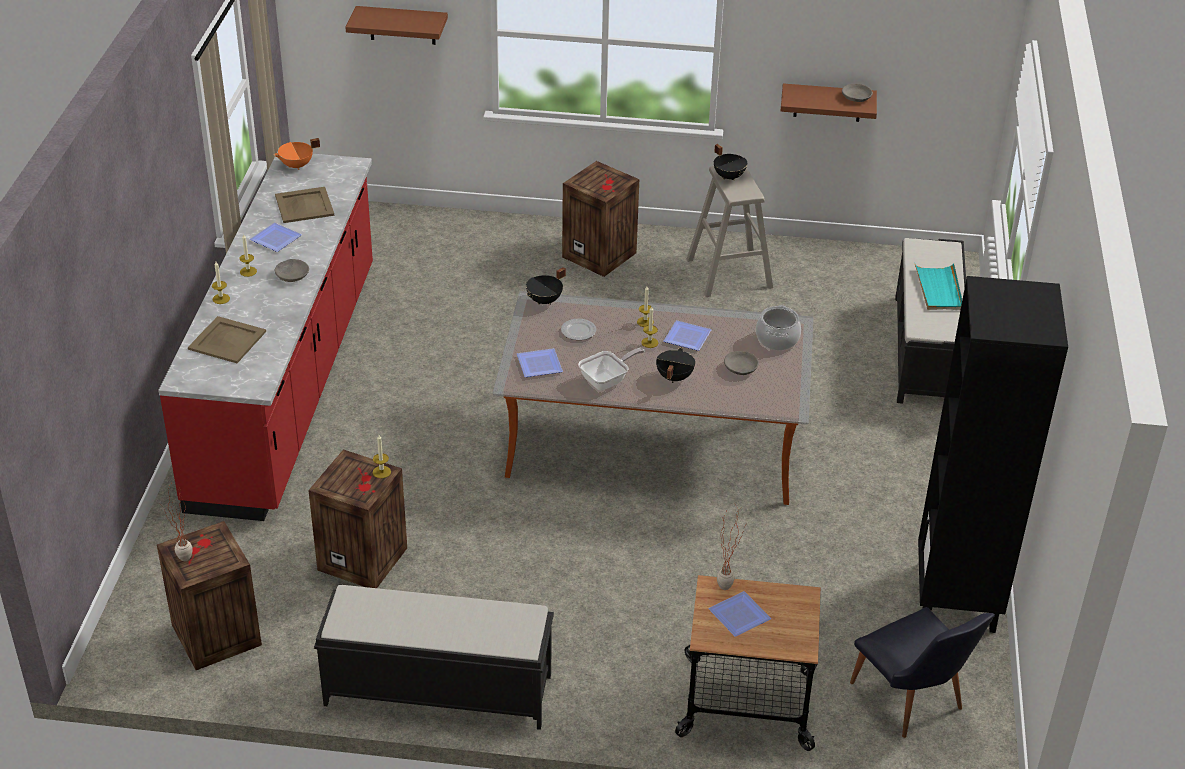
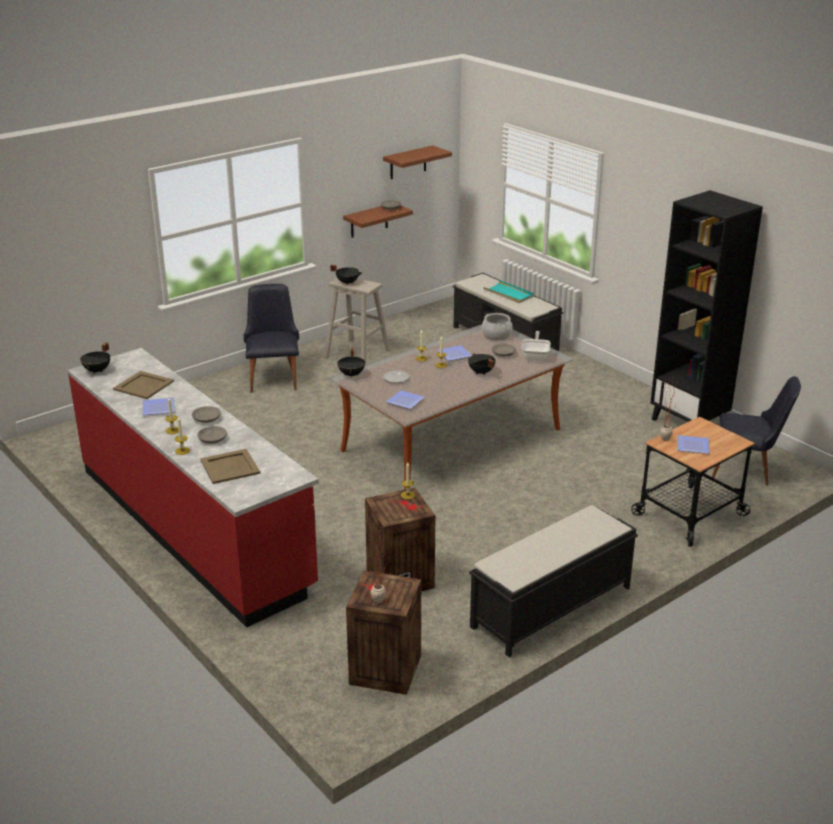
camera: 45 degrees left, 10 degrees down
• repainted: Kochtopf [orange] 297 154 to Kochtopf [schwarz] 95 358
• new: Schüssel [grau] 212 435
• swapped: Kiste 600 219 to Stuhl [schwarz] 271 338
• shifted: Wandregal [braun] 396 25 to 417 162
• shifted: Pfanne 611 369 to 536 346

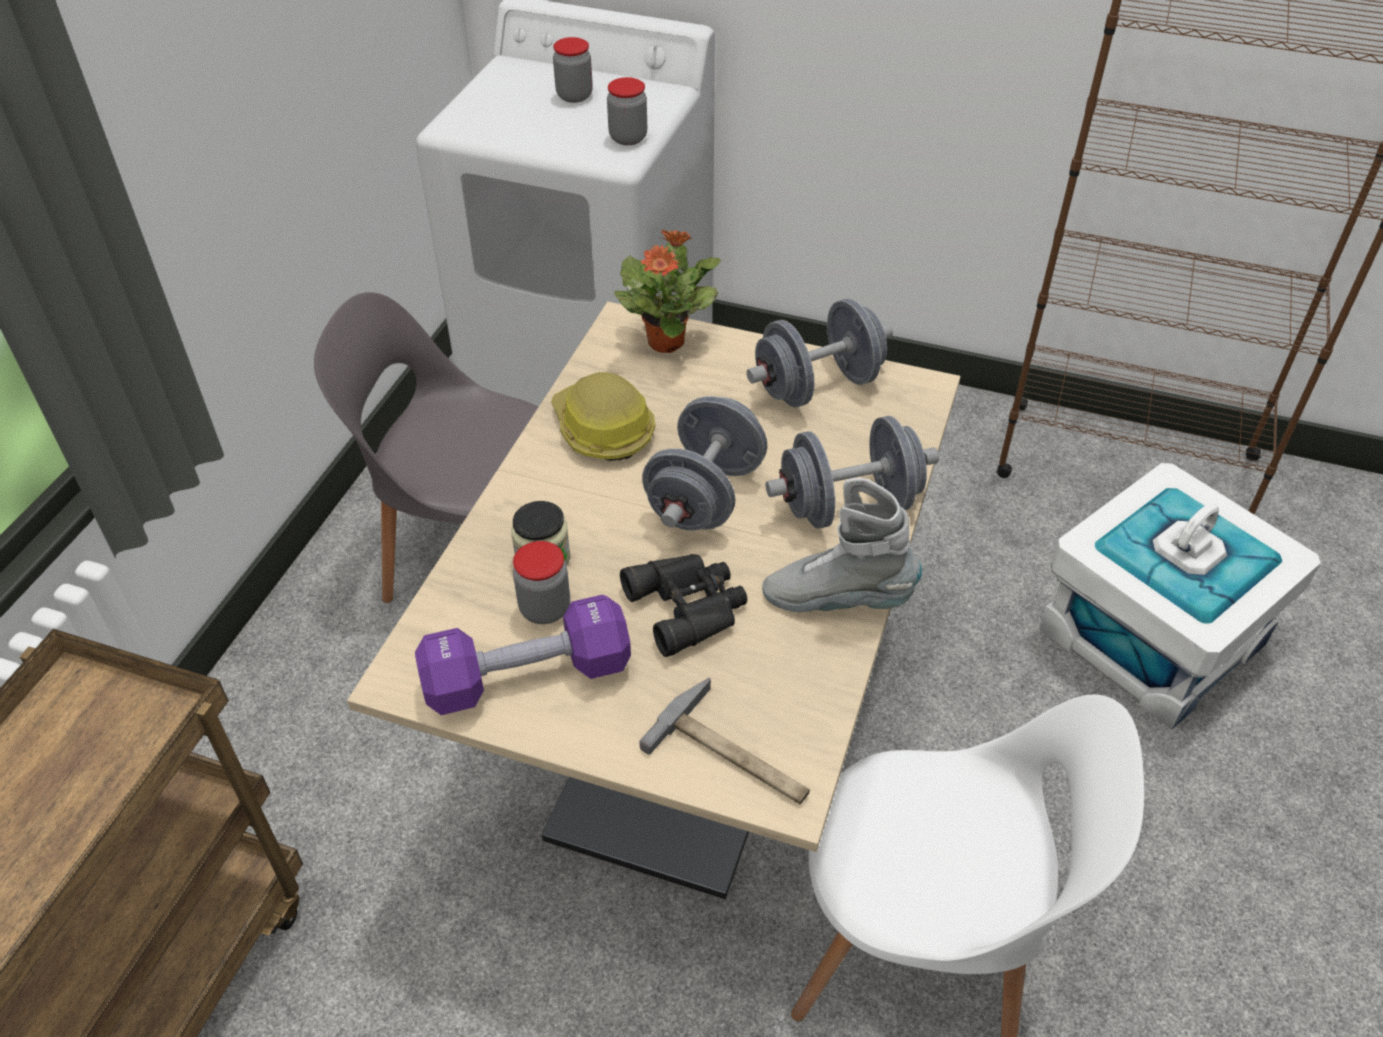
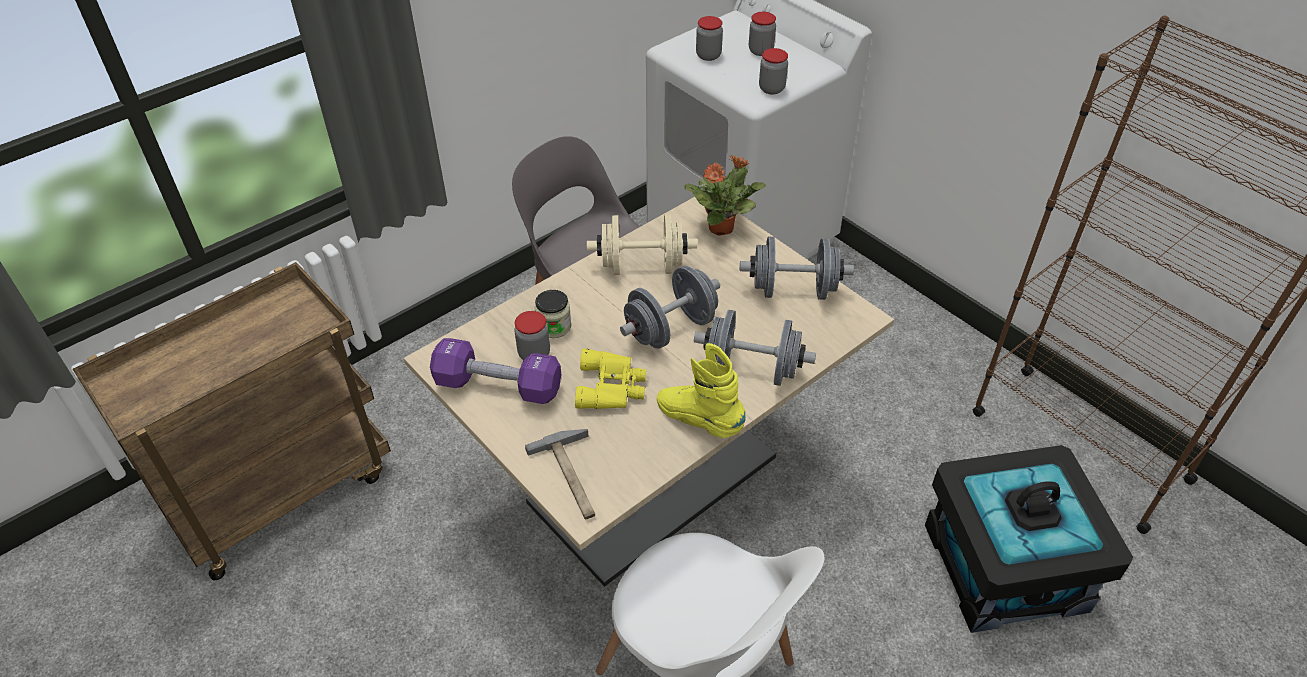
camera: 30 degrees right, 0 degrees up
• repainted: Fernglas [schwarz] 683 605 to Fernglas [gelb] 610 378
• swapped: Schutzhelm 603 416 to Hantel [beige] 642 244
• repainted: Stiefel [grau] 842 545 to Stiefel [gelb] 701 390
• new: Vorratsglas 709 38
• repainted: Aufbewahrungsbox [weiß] 1180 596 to Aufbewahrungsbox [schwarz] 1029 539

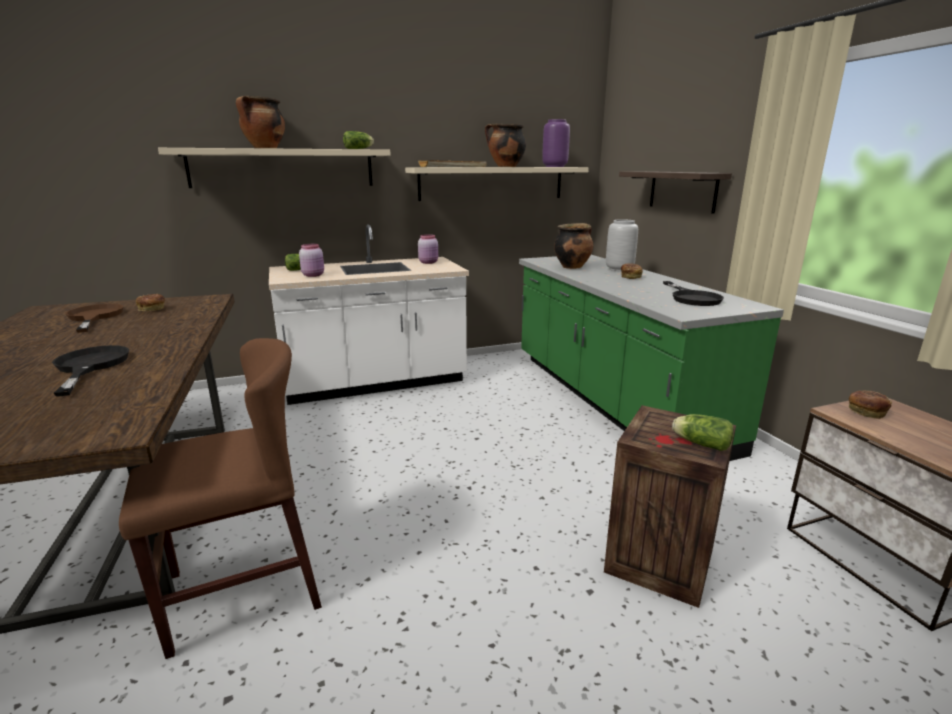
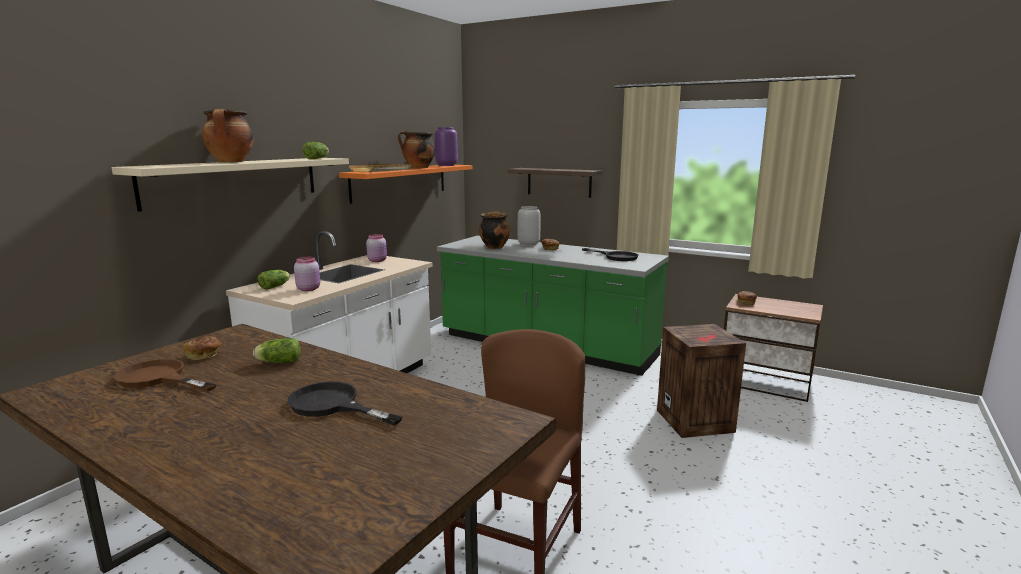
camera: 40 degrees left, 5 degrees down
• shifted: Salatkopf 703 432 to 277 350
• repainted: Wandregal [beige] 497 184 to Wandregal [orange] 405 184

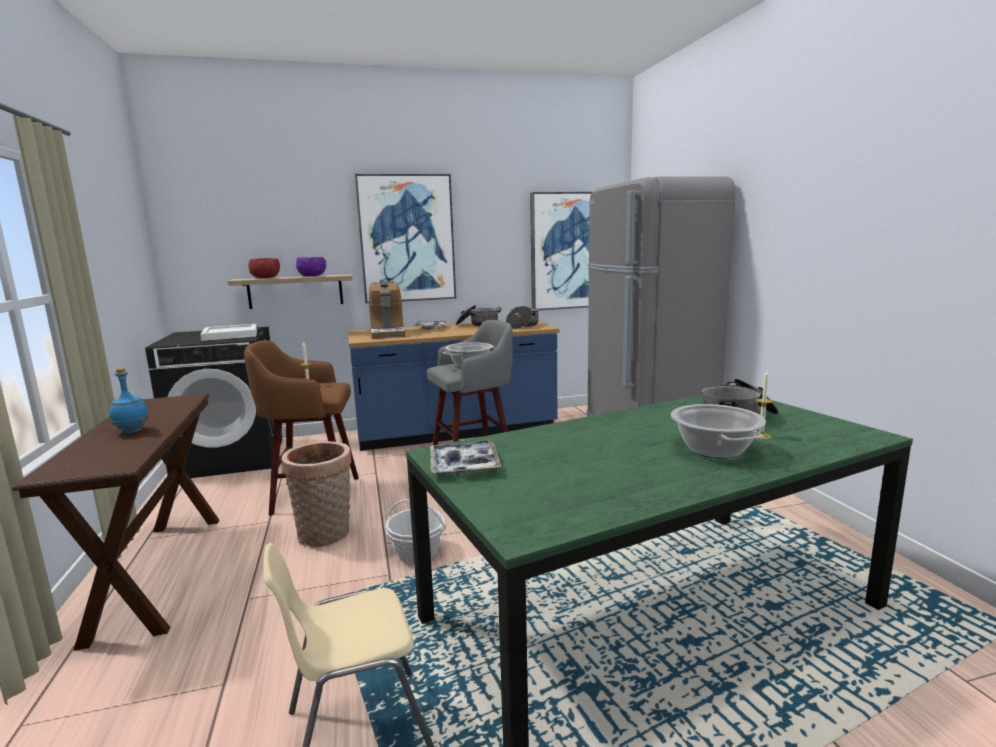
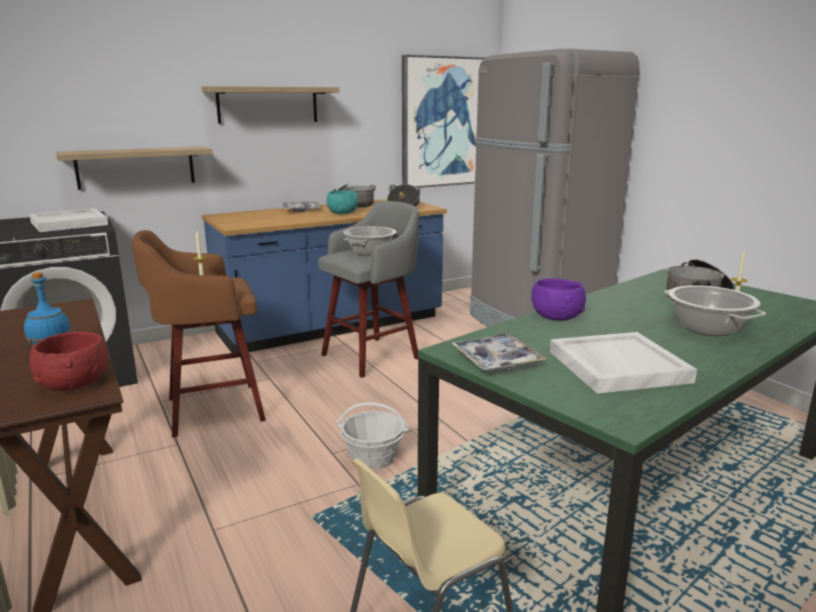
camera: 15 degrees left, 5 degrees up
• shifted: Schüssel [rot] 264 268 to 68 361
• swapped: Bild 405 238 to Wandregal 270 105
• new: Schüssel [türkis] 342 202
• shifted: Schüssel [lila] 311 266 to 558 299
• new: Tablett [weiß] 623 363
• gone: Korb 317 494
• gone: Kaffeemaschine 387 310

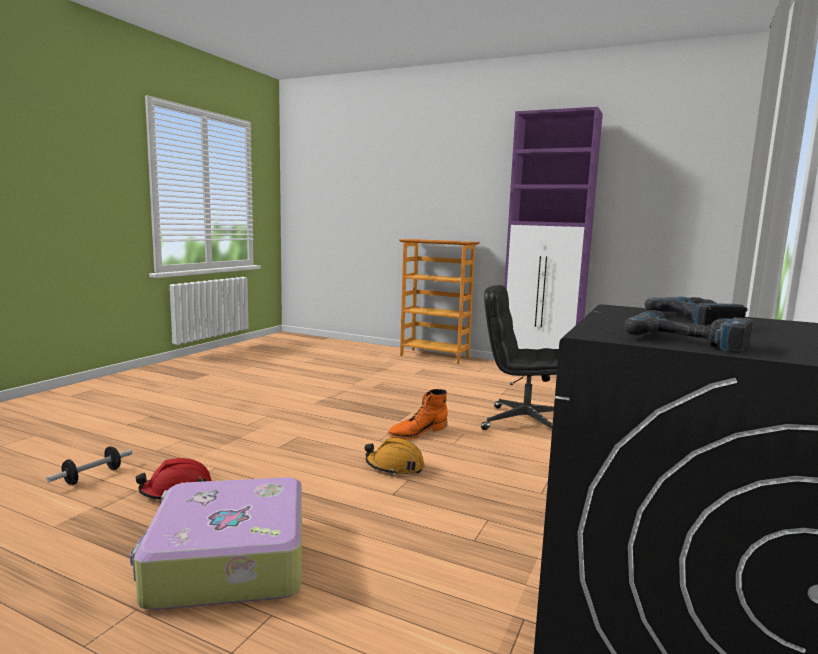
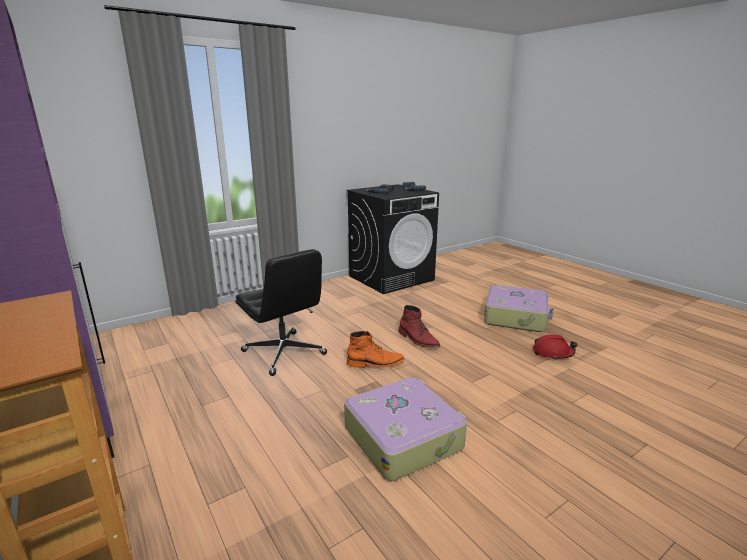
camera: 150 degrees left, 10 degrees up
• new: Koffer 405 429
• swapped: Schutzhelm [orange] 395 456 to Stiefel [rot] 419 326
• gone: Hantel 89 465

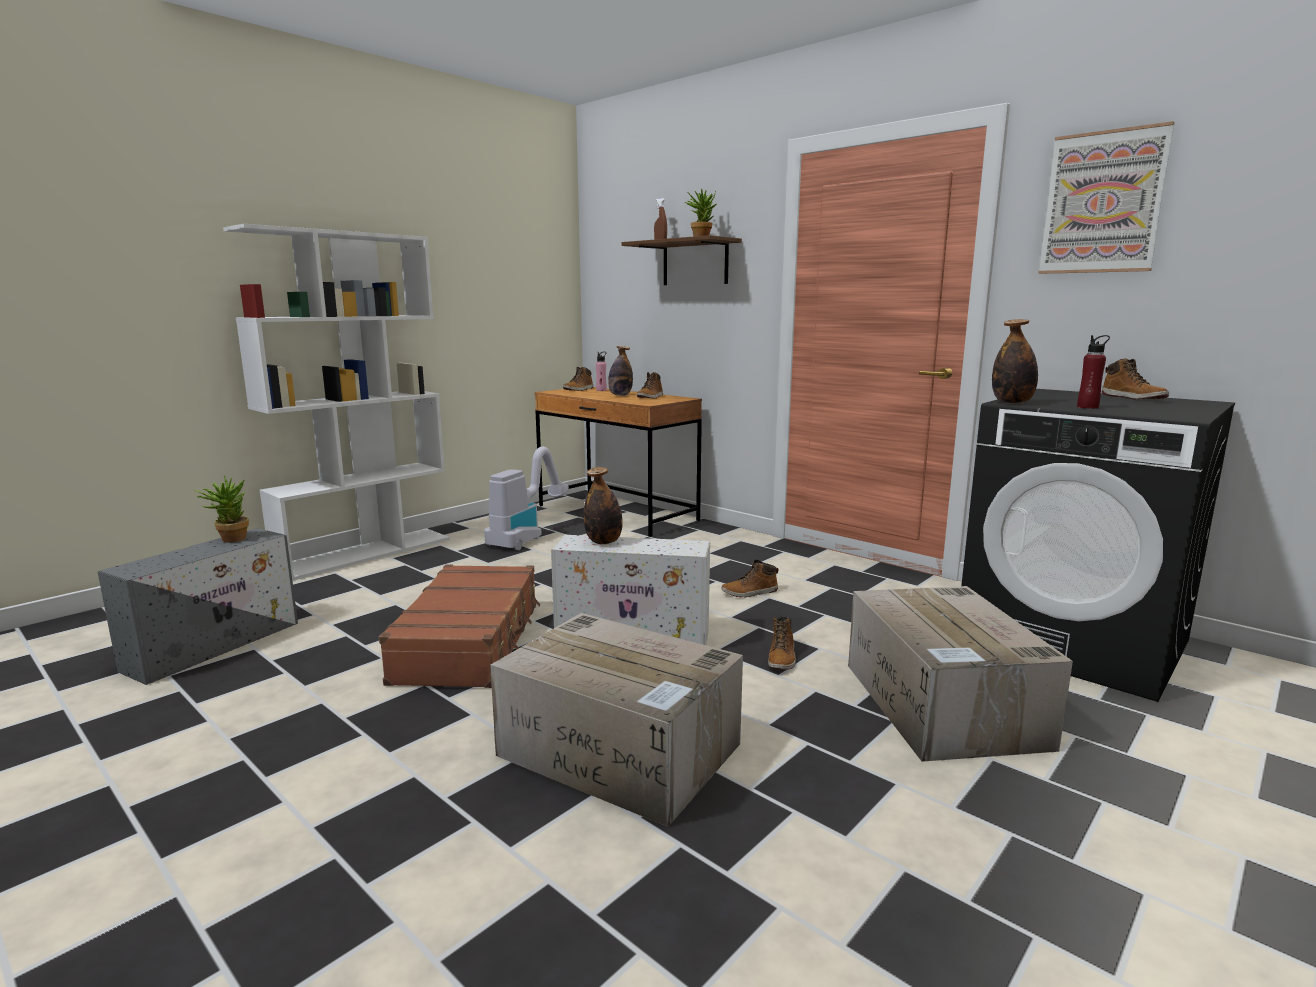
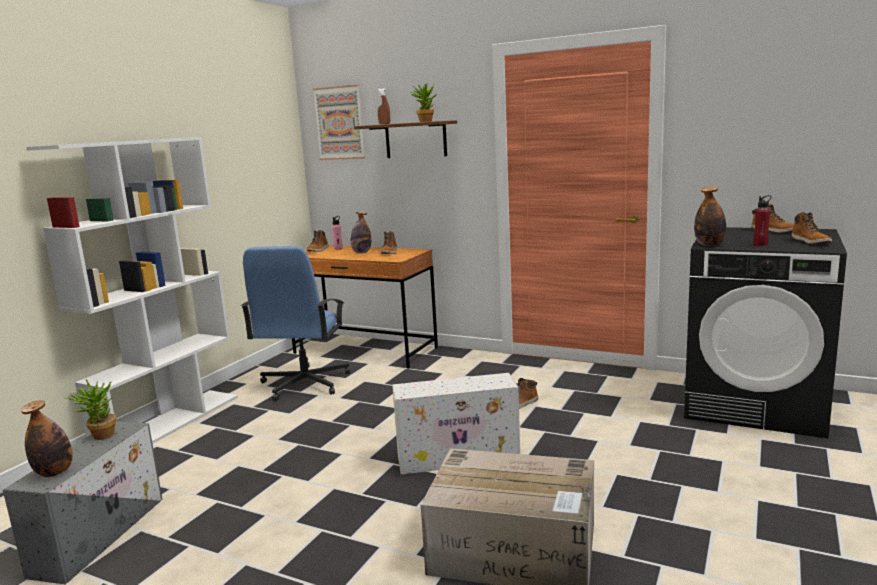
camera: 15 degrees left, 0 degrees up
• shifted: Flasche 603 505 to 47 438
• swapped: Staubsauger 526 498 to Bürostuhl [blau] 296 323
• shifted: Bild 1106 197 to 339 122
• shifted: Stiefel 782 643 to 812 228
• gone: Koffer [braun] 460 626
• gone: Karton 960 674

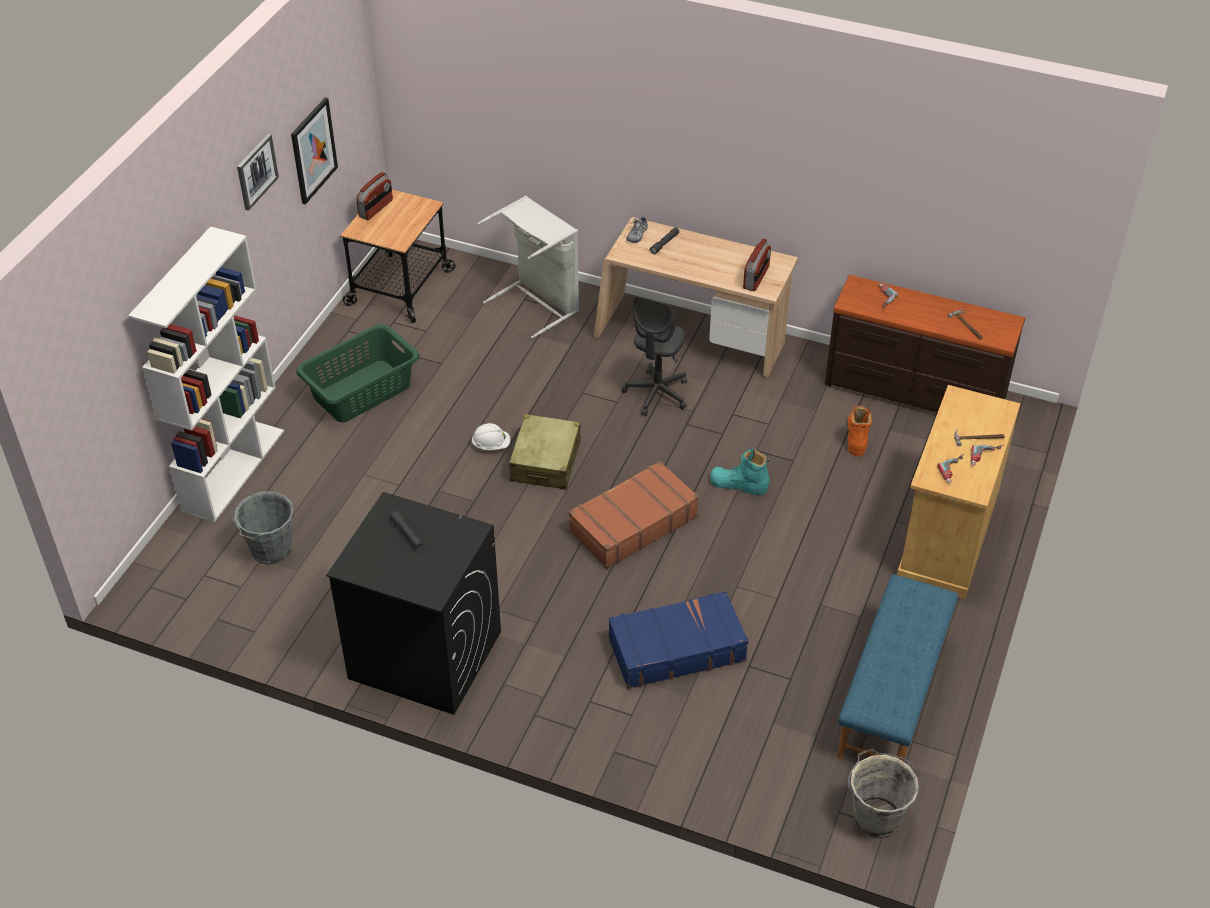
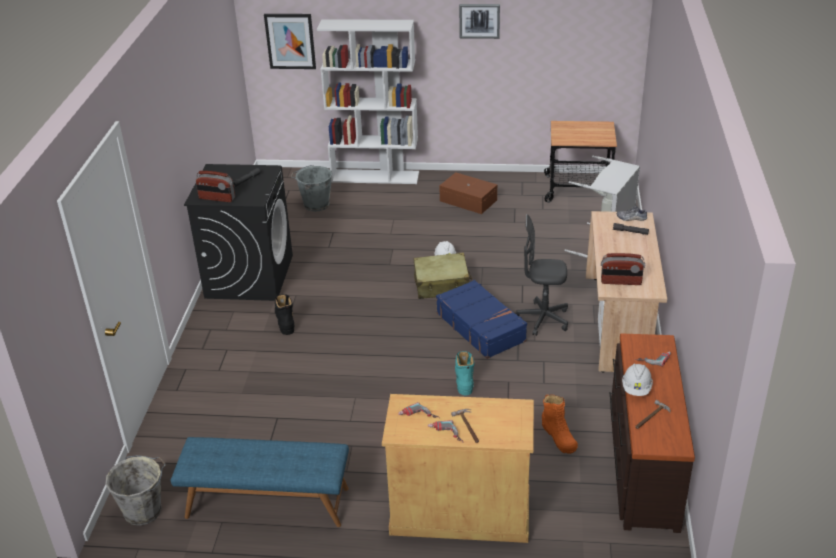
camera: 75 degrees right, 10 degrees down
• shifted: Radio 374 196 to 215 186
• shifted: Bild 314 151 to 290 41
• new: Stiefel [schwarz] 285 314
• shifted: Koffer [blau] 679 640 to 481 319
• swapped: Wäschekorb [grün] 358 373 to Aufbewahrungsbox [braun] 468 193
• rotated: Stiefel [orange] 860 431 = 560 424 75 degrees clockwise
• new: Schutzhelm [weiß] 637 380
• gone: Koffer [braun] 634 515

